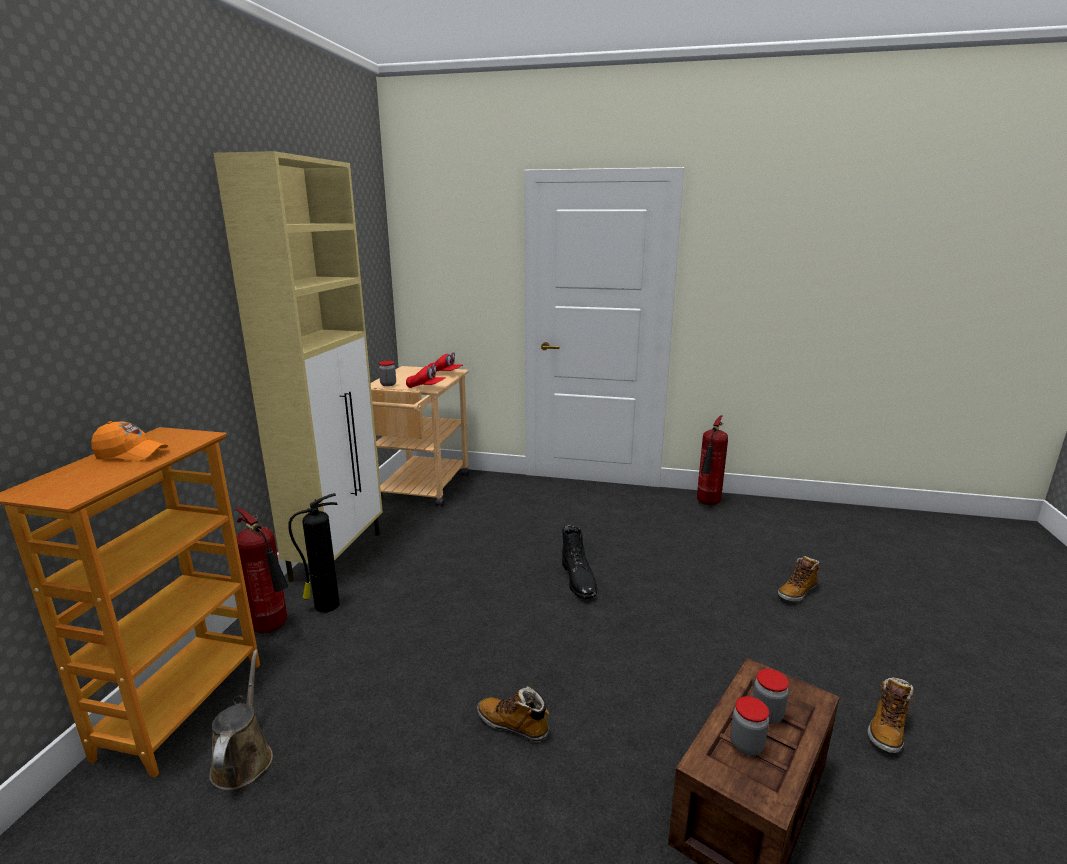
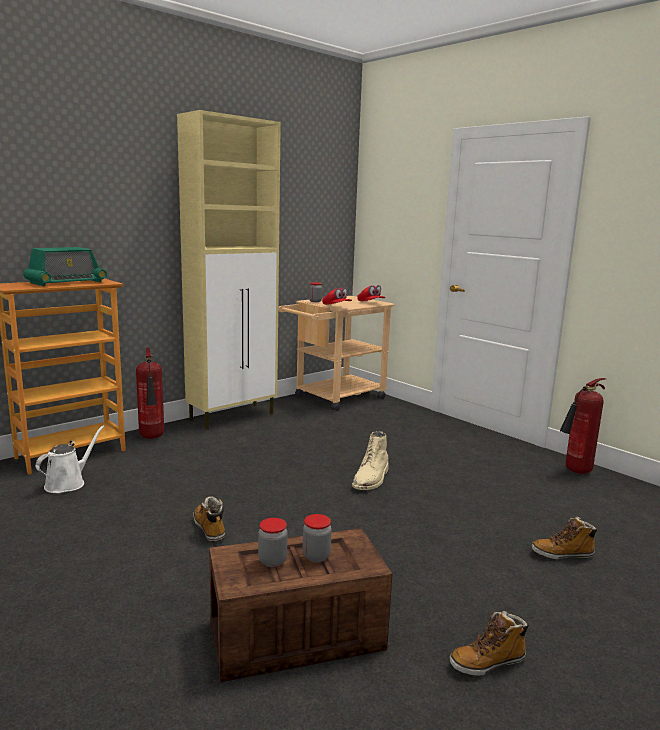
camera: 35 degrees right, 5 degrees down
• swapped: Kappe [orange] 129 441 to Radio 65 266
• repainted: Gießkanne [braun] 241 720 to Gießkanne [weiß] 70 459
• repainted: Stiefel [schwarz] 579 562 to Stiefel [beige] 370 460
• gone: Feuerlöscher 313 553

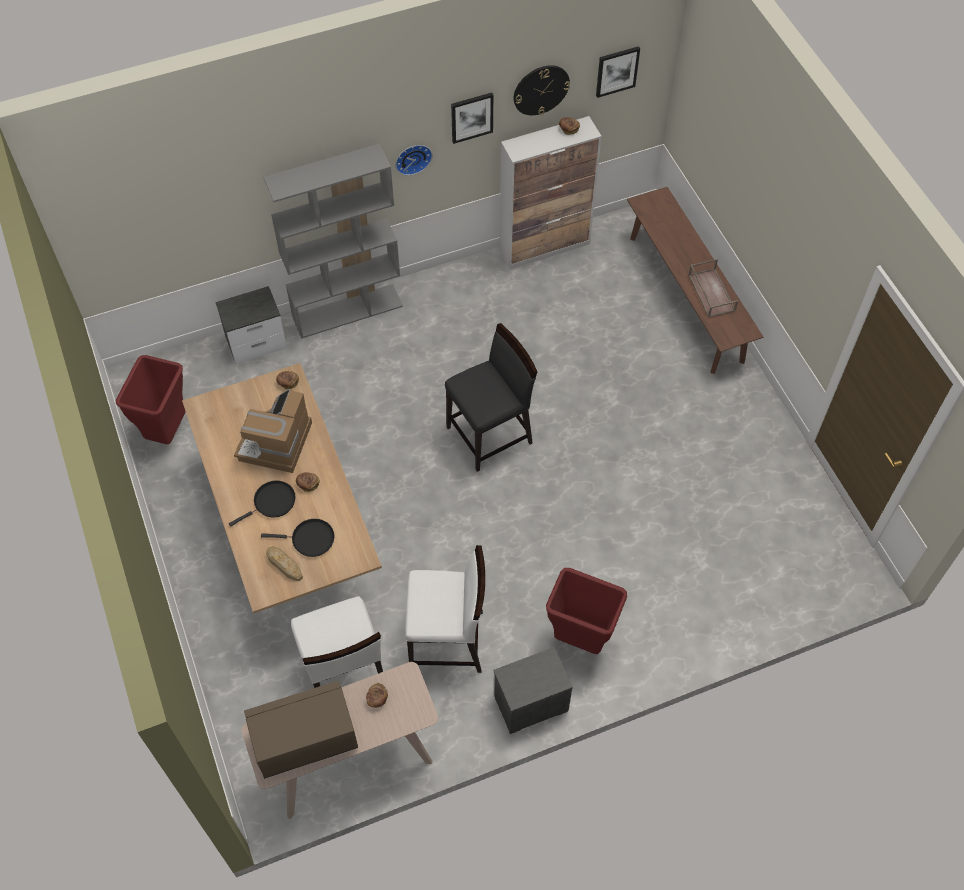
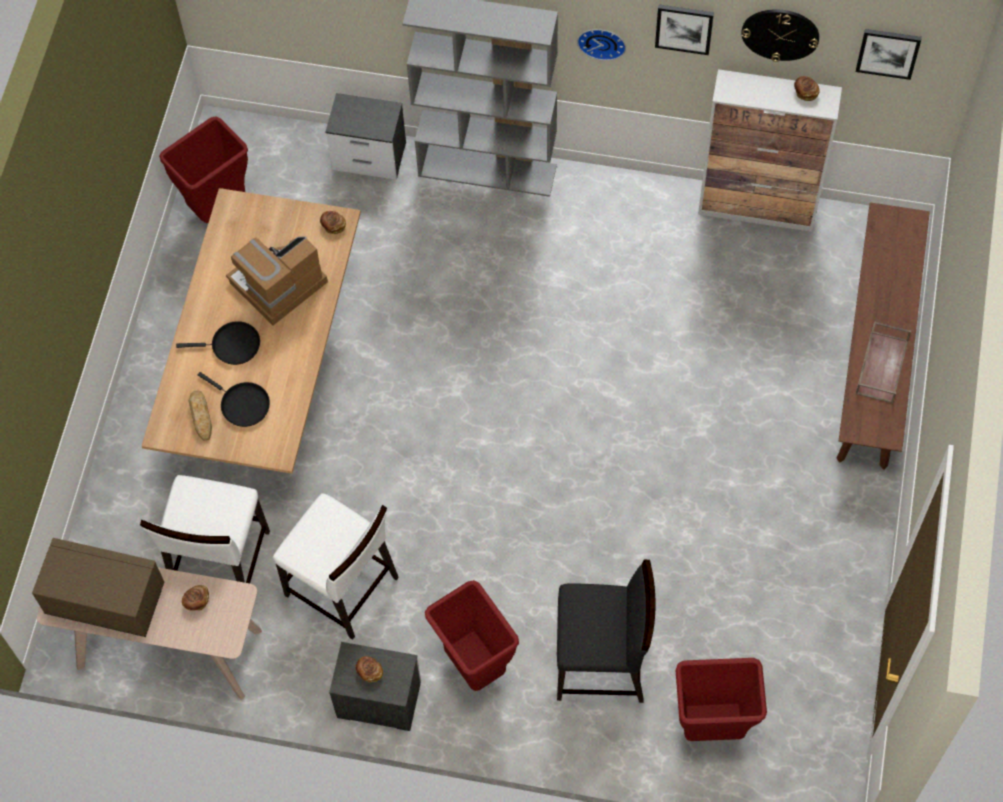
camera: 35 degrees right, 5 degrees up
• shifted: Brot 308 482 to 369 669
• shifted: Stuhl [schwarz] 491 397 to 606 631
• new: Mülleimer [rot] 721 699

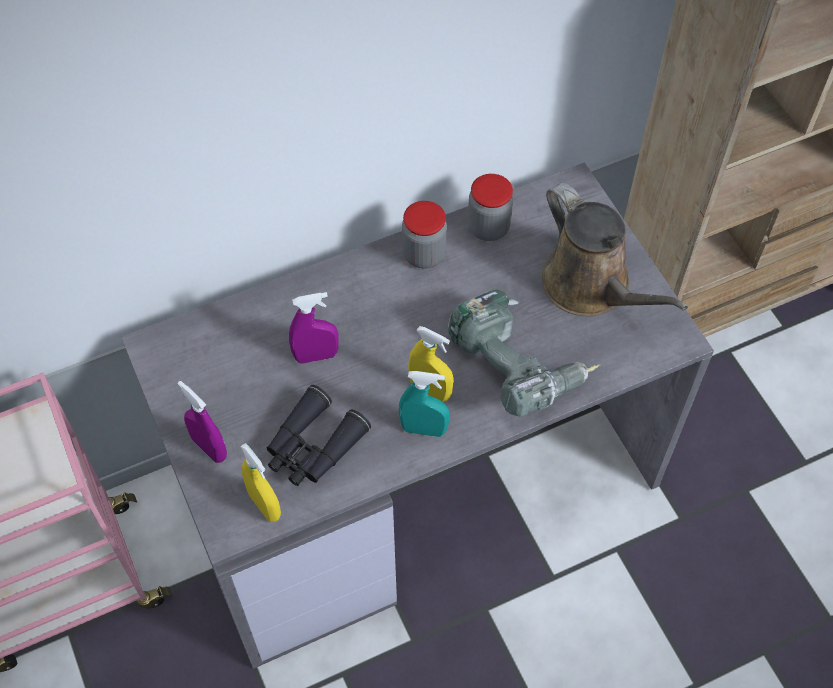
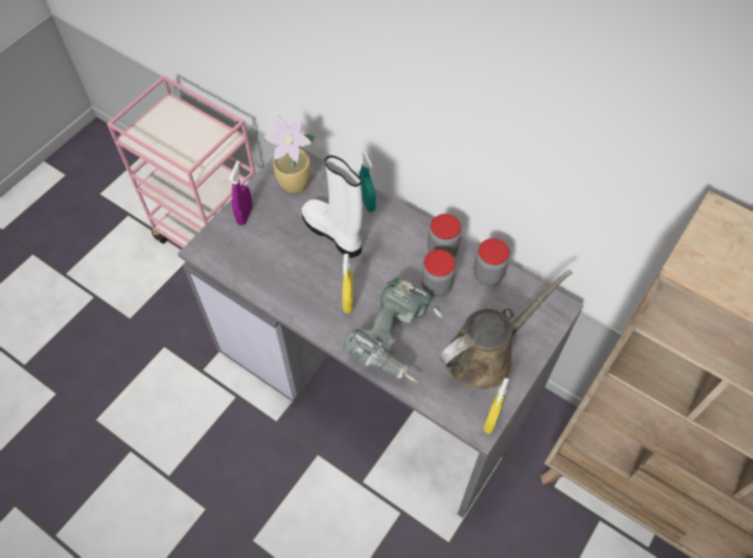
camera: 60 degrees right, 0 degrees up
• new: Topfpflanze 289 154
• swapped: Sprühflasche [lila] 313 328 to Stiefel [weiß] 332 206
• shifted: Sprühflasche [türkis] 424 404 to 367 181
• new: Vorratsglas 438 273
• rotated: Gießkanne [braun] 615 249 = 506 329 150 degrees counterclockwise
• shifted: Sprühflasche [gelb] 260 482 to 496 406
• gone: Fernglas [schwarz] 319 435

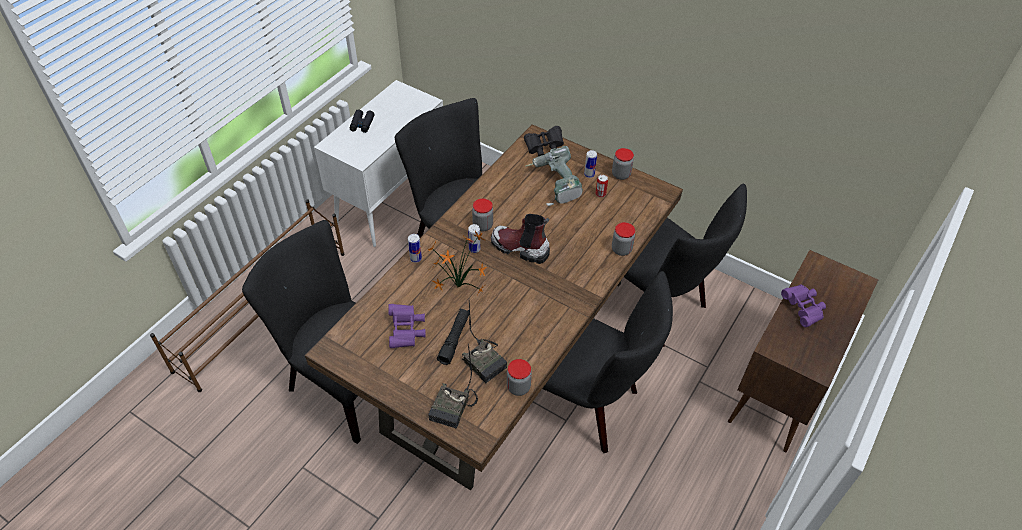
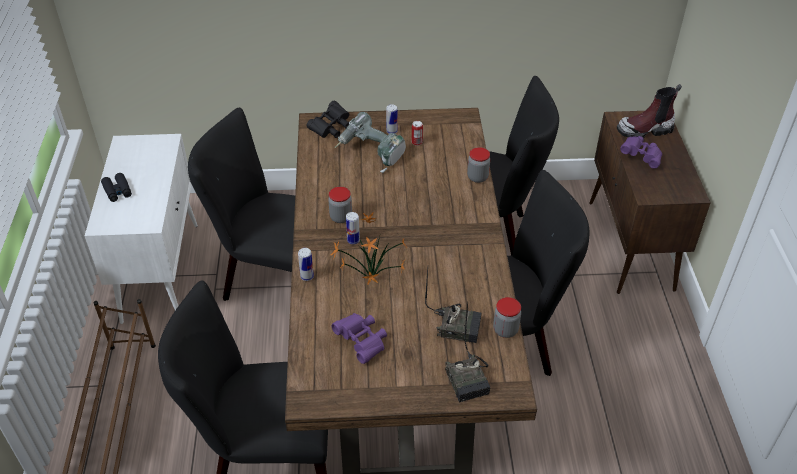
camera: 35 degrees left, 5 degrees down
• shifted: Stiefel 520 239 to 649 111
• gone: Taschenlampe [schwarz] 453 336
• gone: Vorratsglas 623 164

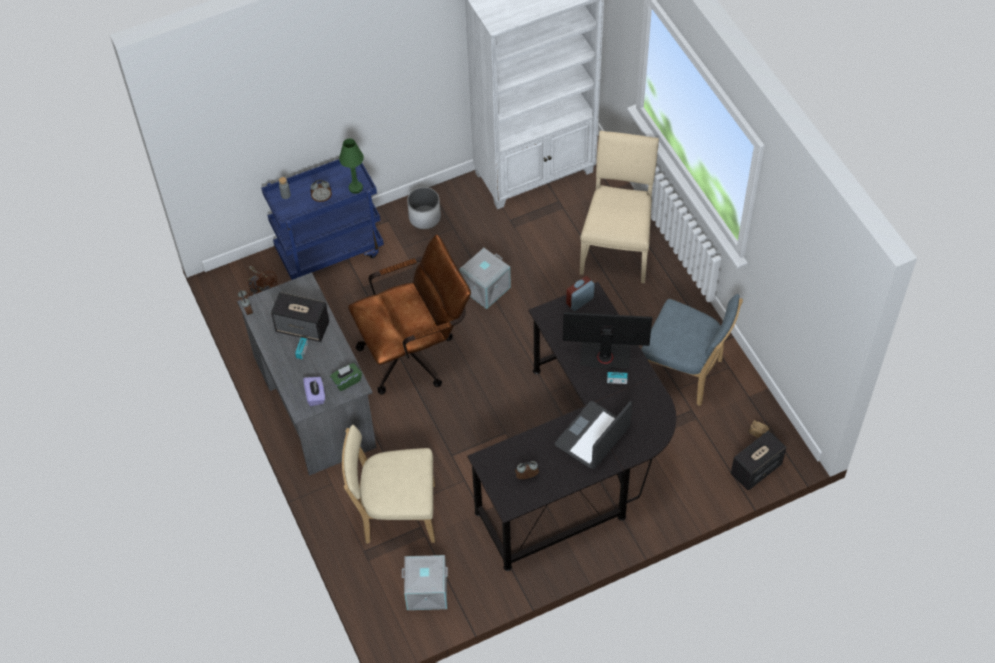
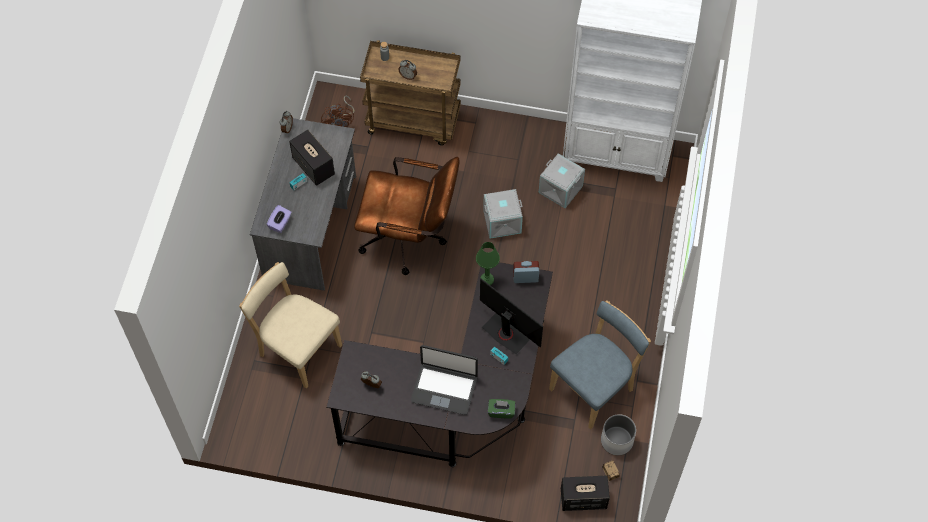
camera: 35 degrees right, 5 degrees up
• repainted: Rollwagen [blau] 322 219 to Rollwagen [braun] 410 93
• rotated: Laptop 593 435 = 444 380 150 degrees counterclockwise
• shifted: Tischlampe [grün] 351 166 to 488 263
• shifted: Taschentuchbox [grün] 346 377 to 501 409
• shifted: Aufbewahrungsbox [grau] 425 582 to 562 180
• rotated: Stuhl [blau] 692 350 = 600 364 105 degrees counterclockwise
• shifted: Pflanzkübel [weiß] 424 208 to 618 434
• gone: Stuhl [beige] 619 207

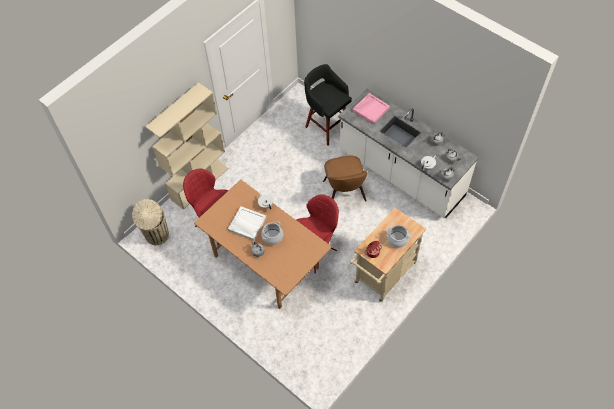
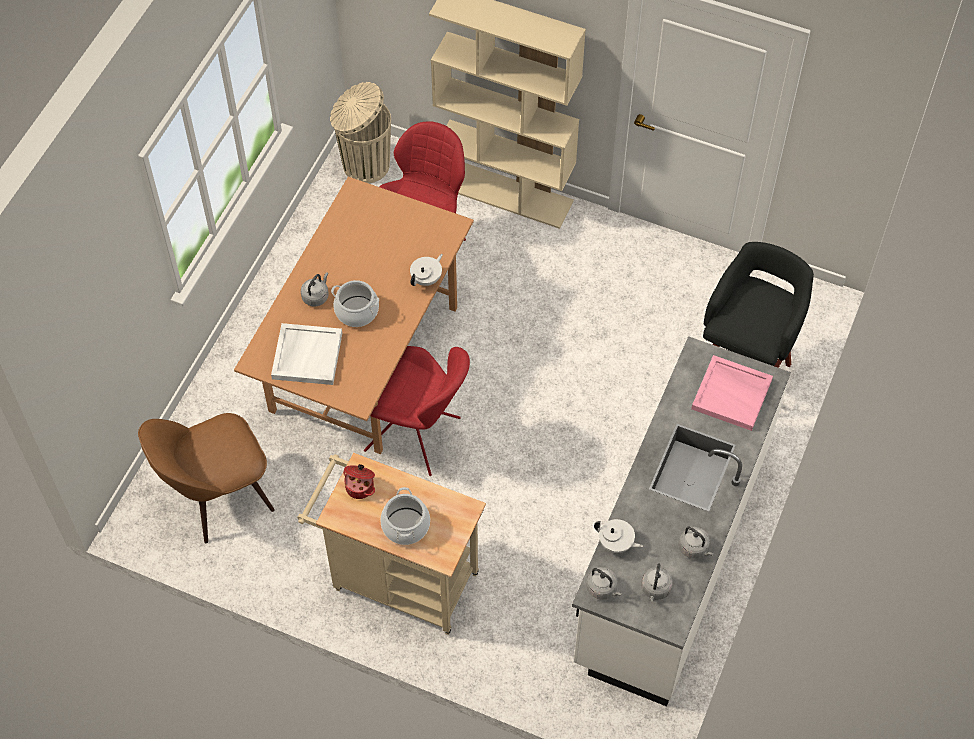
camera: 70 degrees right, 0 degrees up
• shifted: Stuhl [braun] 345 178 to 206 478
• shifted: Tablett [weiß] 247 223 to 306 354

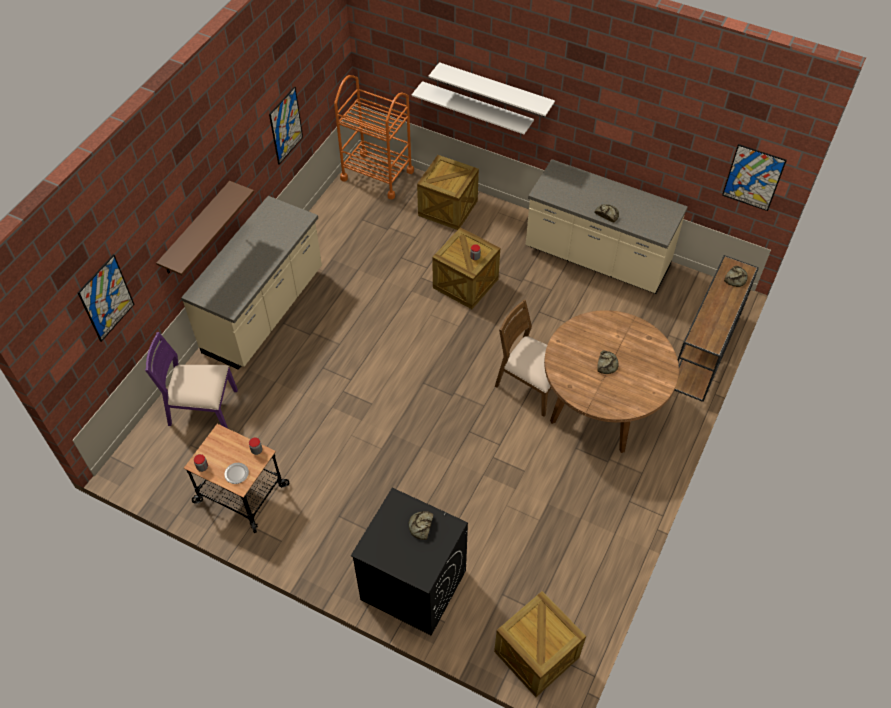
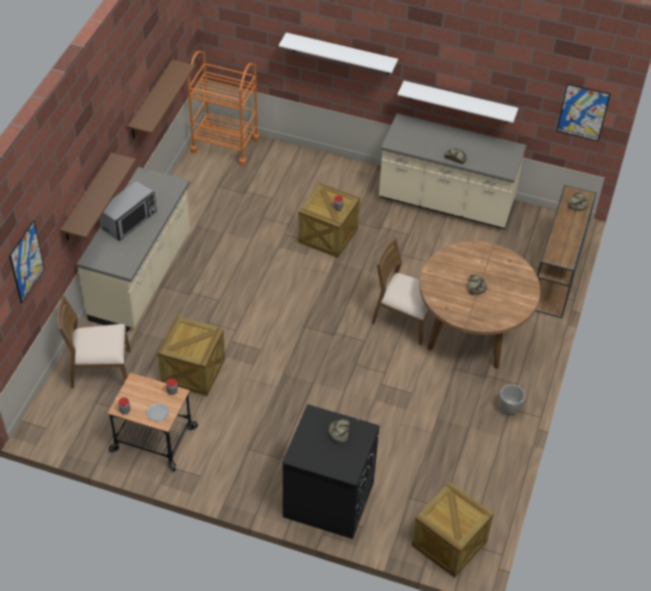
camera: 10 degrees left, 5 degrees down
• repainted: Stuhl [lila] 191 380 to Stuhl [braun] 94 341
• new: Mikrowelle 128 210
• swapped: Bild 286 125 to Wandregal [braun] 161 99
• shifted: Kiste 448 192 to 191 356
• shifted: Wandregal [weiß] 473 107 to 457 102
• new: Pflanzkübel 512 399

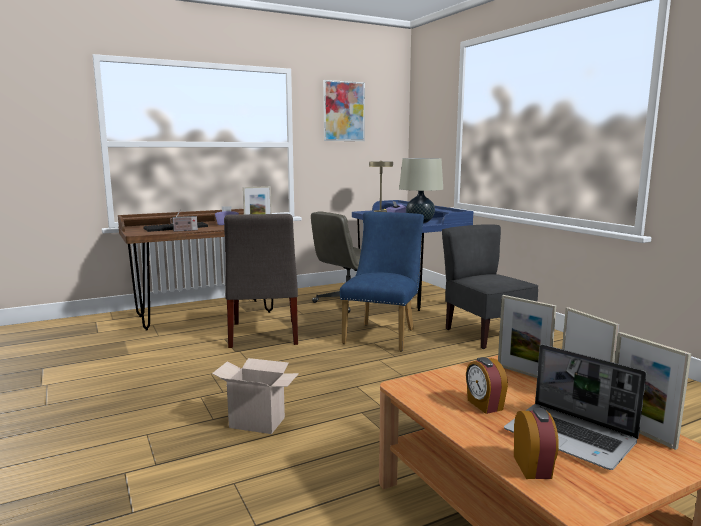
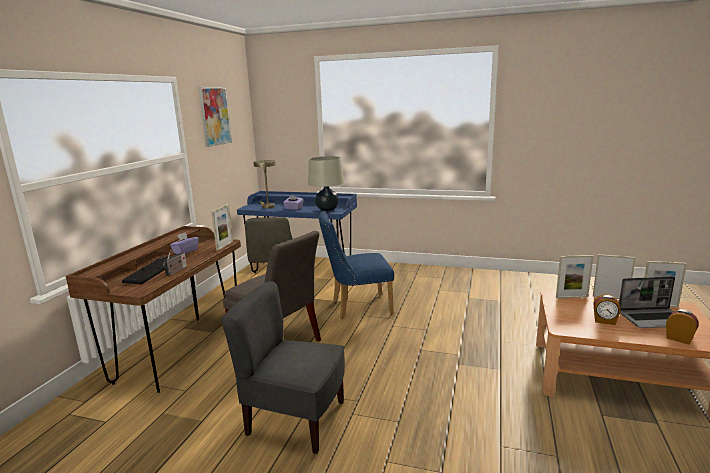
camera: 45 degrees left, 5 degrees up
• shifted: Stuhl [grau] 490 286 to 283 367
• rotated: Stuhl [blau] 382 281 = 356 265 75 degrees counterclockwise
• gone: Karton 255 396

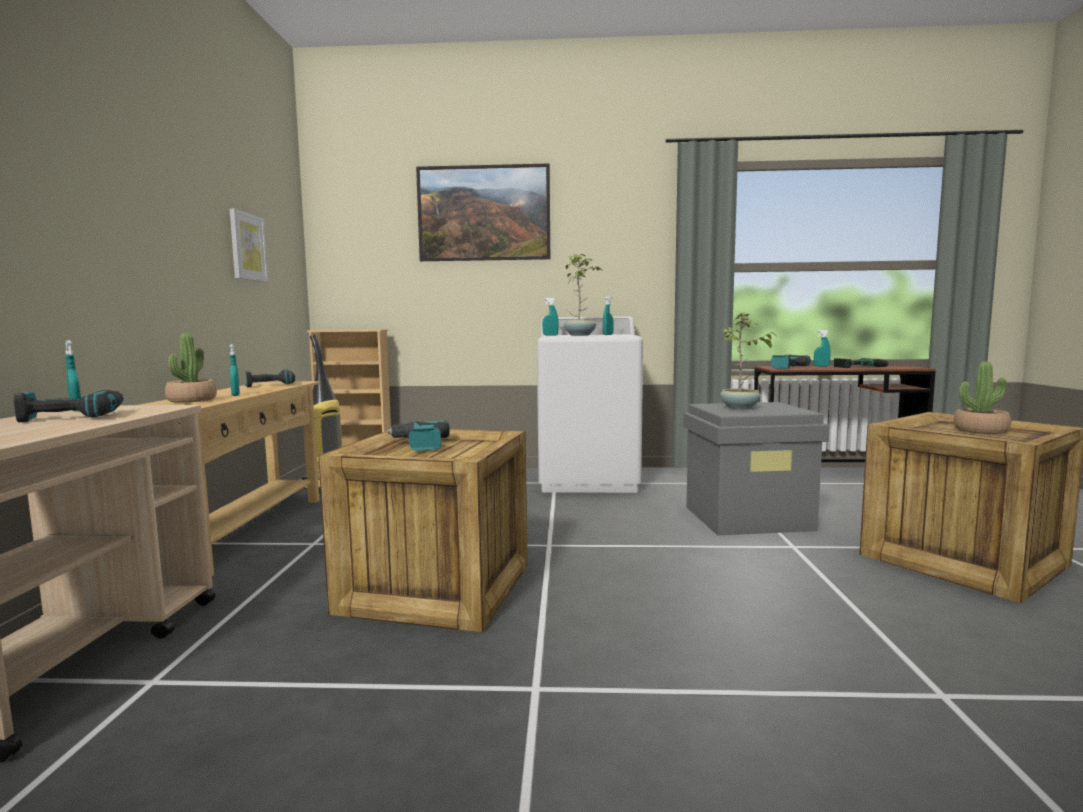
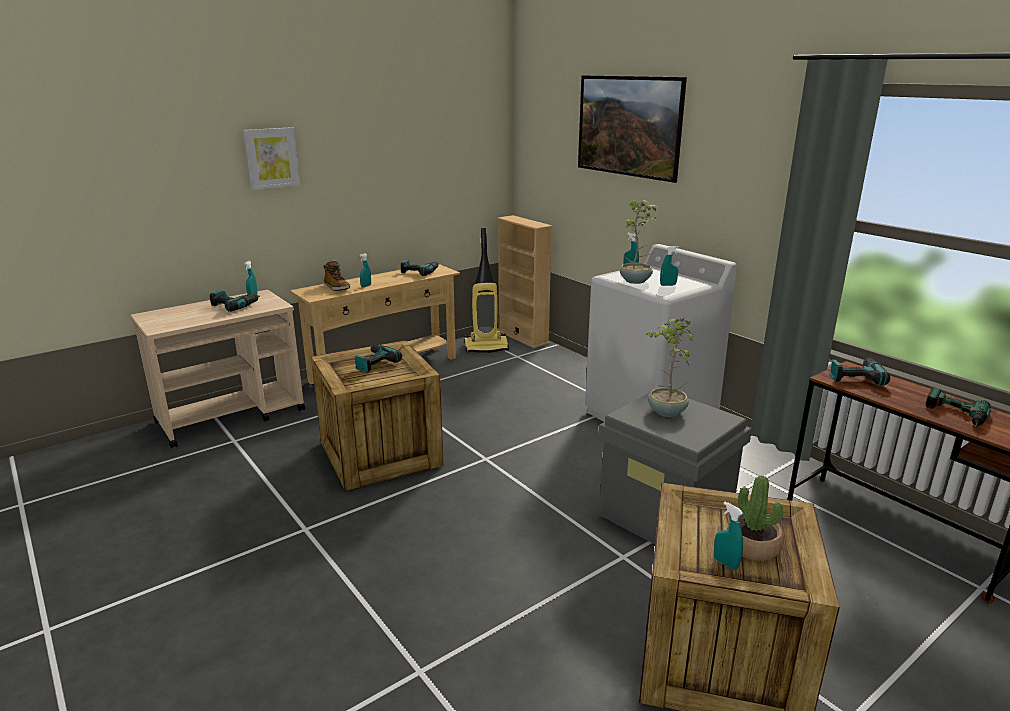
camera: 50 degrees right, 15 degrees up
• shifted: Bild 249 245 to 271 158
• swapped: Topfpflanze 191 368 to Stiefel 337 275
• shifted: Sprühflasche [türkis] 822 348 to 728 536

